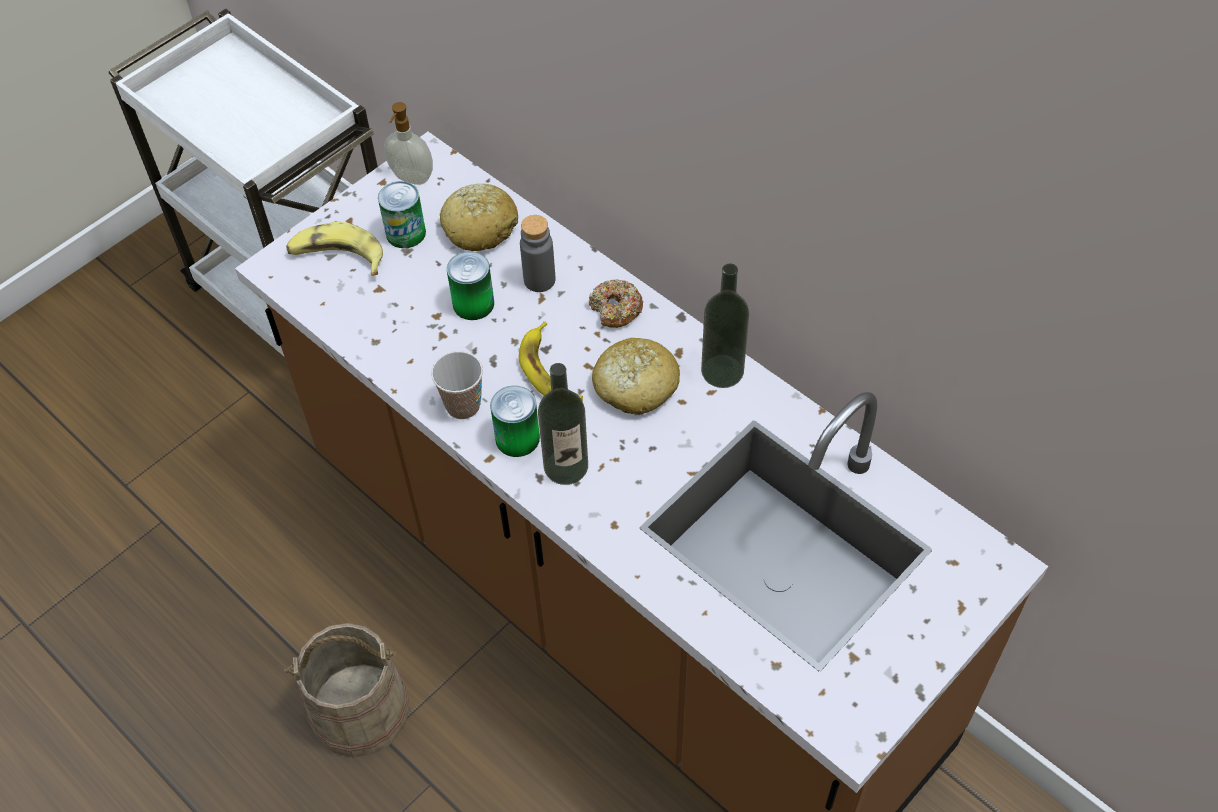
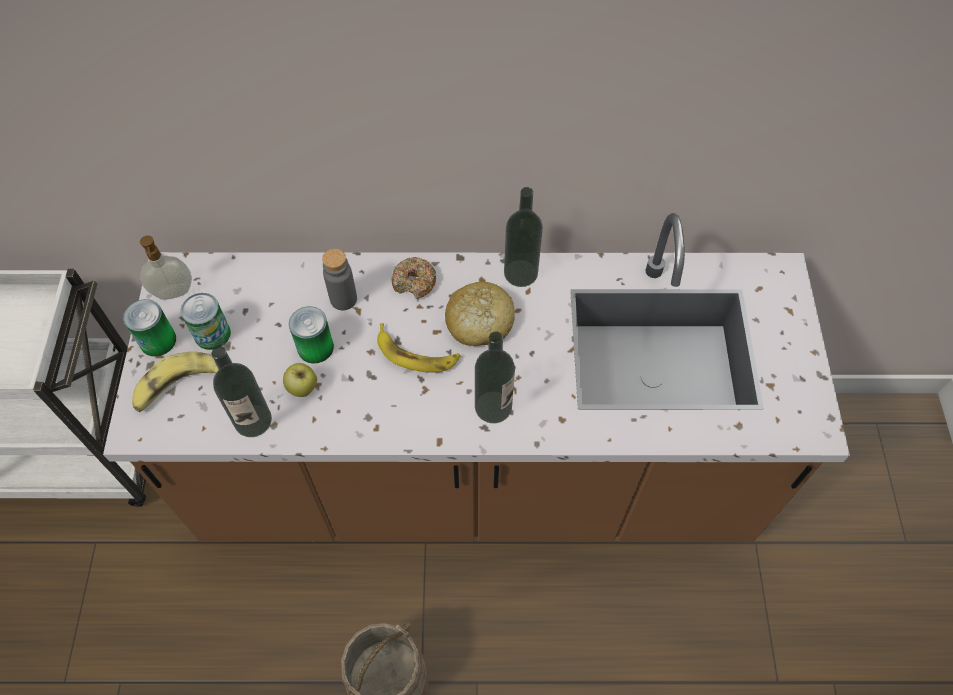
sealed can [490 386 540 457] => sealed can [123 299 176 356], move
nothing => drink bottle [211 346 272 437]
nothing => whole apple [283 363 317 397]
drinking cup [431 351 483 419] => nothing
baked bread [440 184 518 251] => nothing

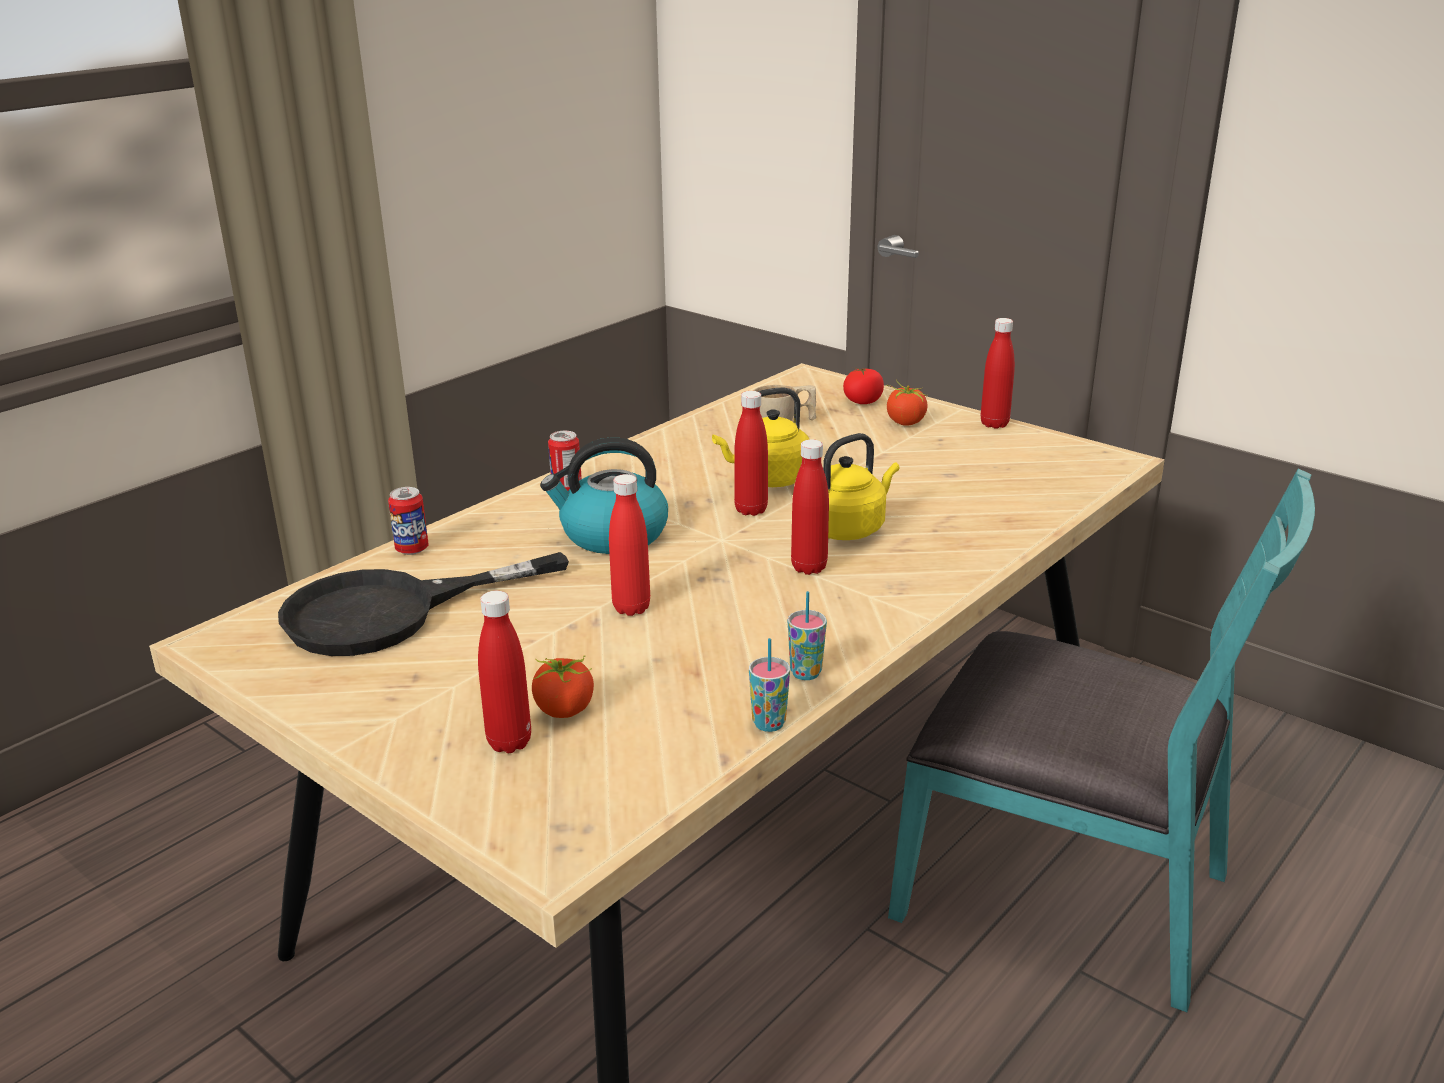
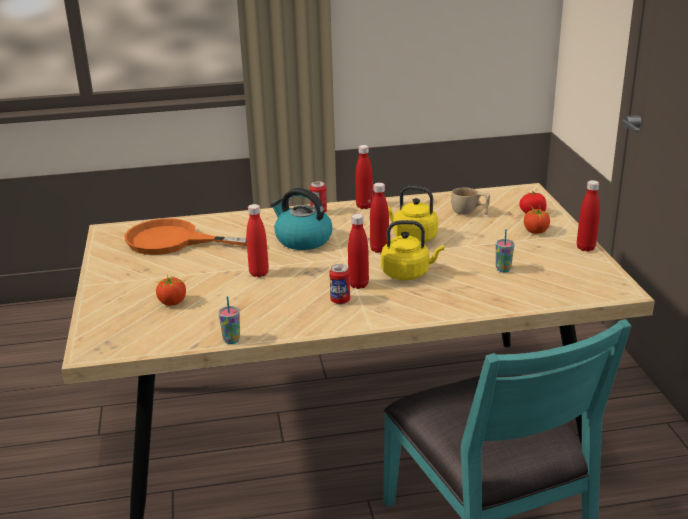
skillet (black) [278 552 569 656] => skillet (orangey) [124 218 247 255]
sealed can [388 487 429 555] => sealed can [329 264 350 304], move
drink bottle (reddish) [478 591 531 753] => drink bottle (reddish) [355 145 373 209], move
drinking cup [788 591 827 680] => drinking cup [496 229 514 273], move

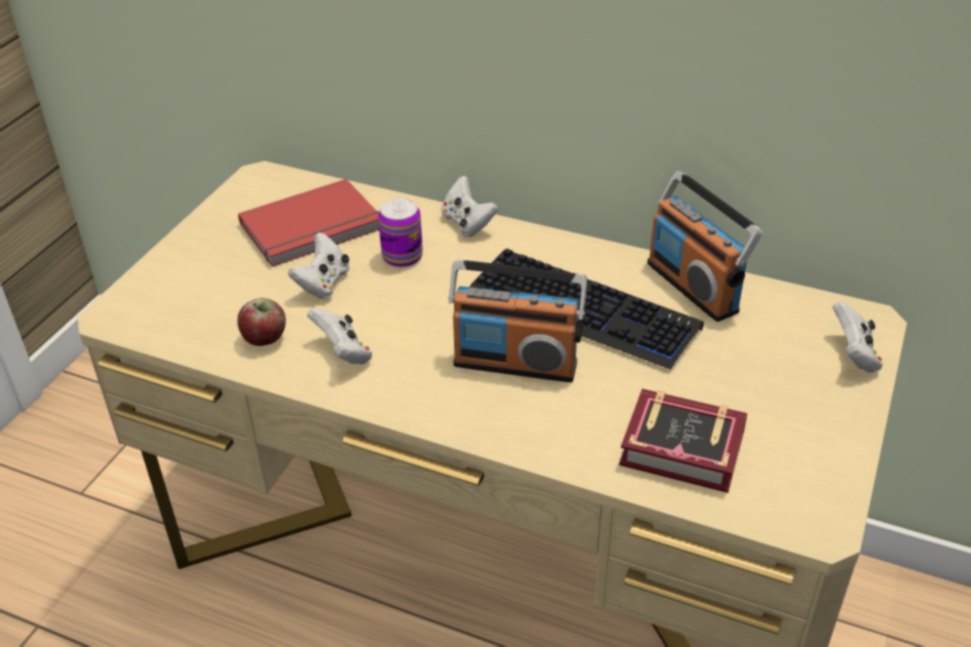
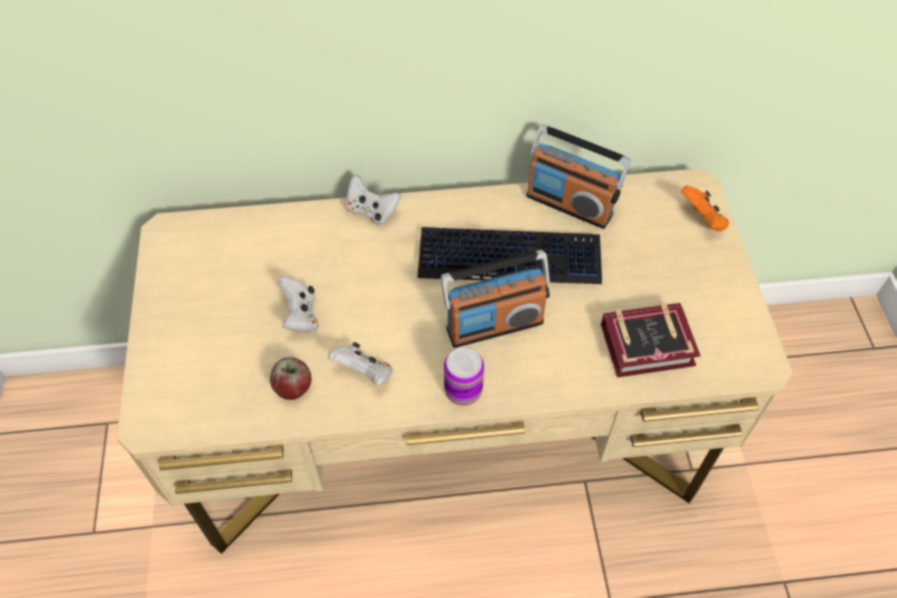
sealed can [378 198 423 268] => sealed can [444 347 484 405], move
joypad (white) [832 301 883 373] => joypad (orangey) [681 186 729 231]
bound book (reddish) [238 179 379 267] => nothing

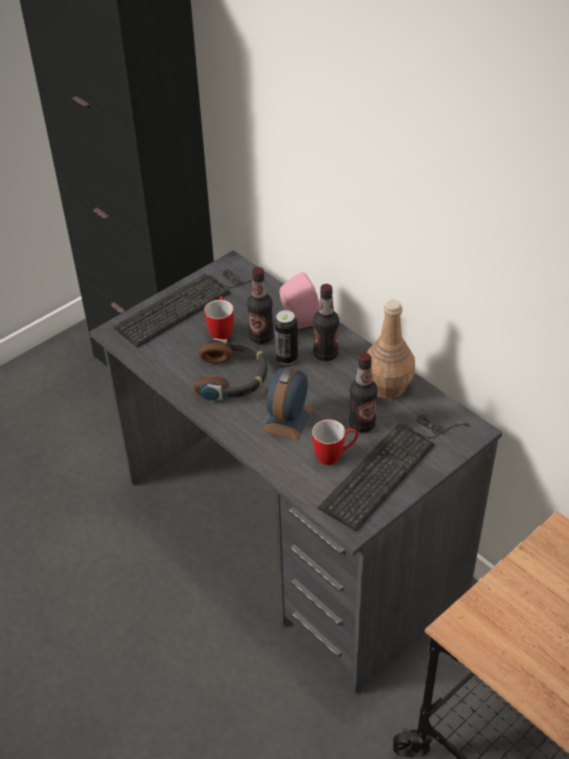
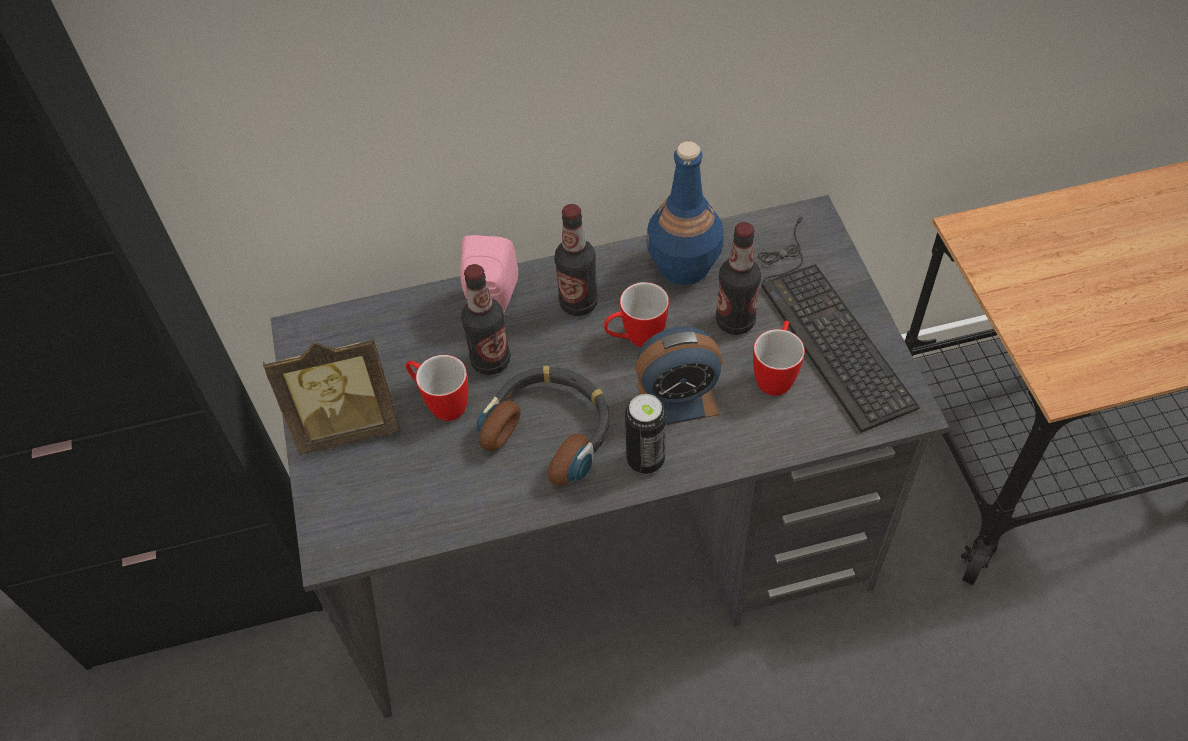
keyboard [114 270 266 348] => photo frame [263 337 401 455]
nothing => mug [604 282 669 347]
sealed can [274 310 298 365] => sealed can [625 394 666 474], move
table clock [263 367 313 440] => table clock [635 326 722 425], 60 degrees counterclockwise
drink bottle (brownish) [366 300 415 399] => drink bottle (bluish) [646 141 724 285]

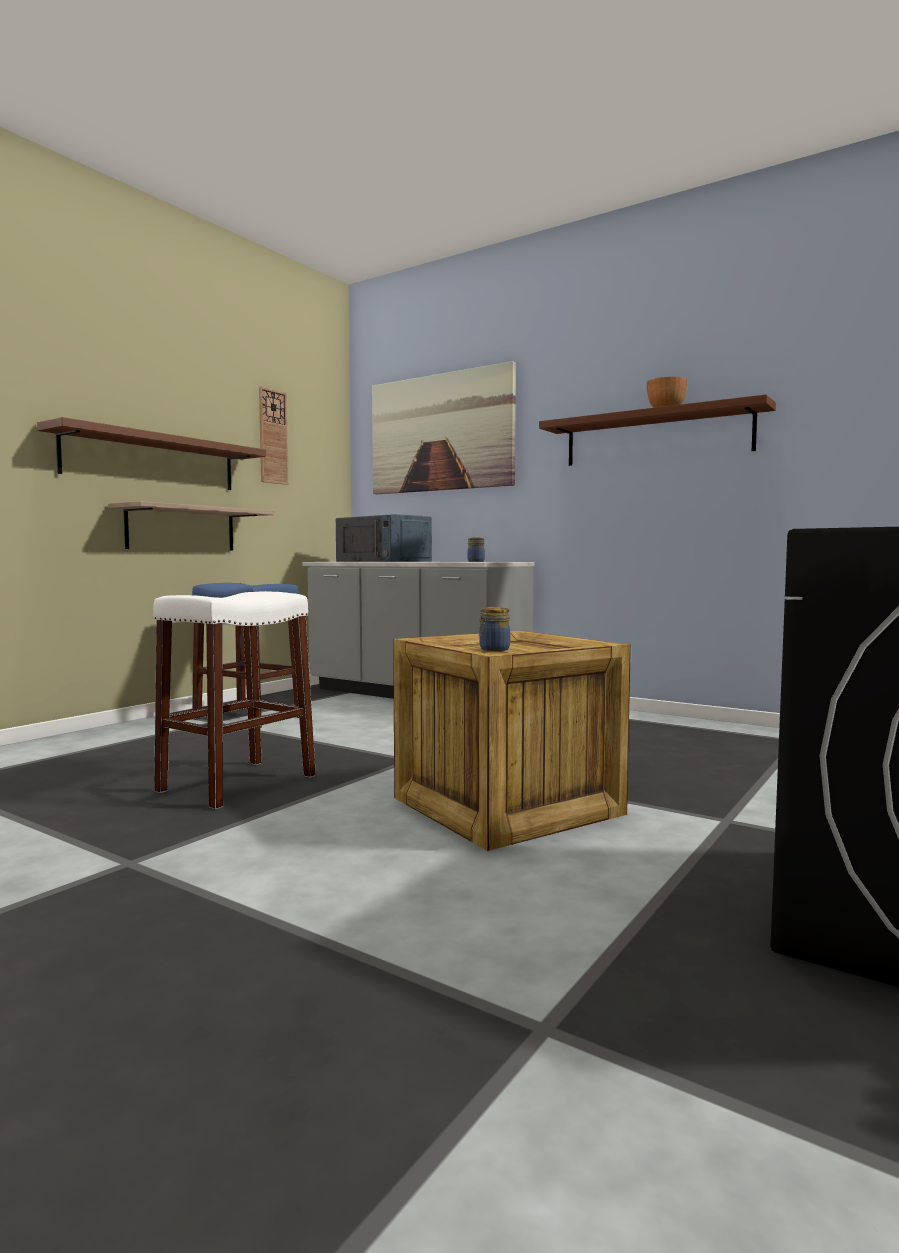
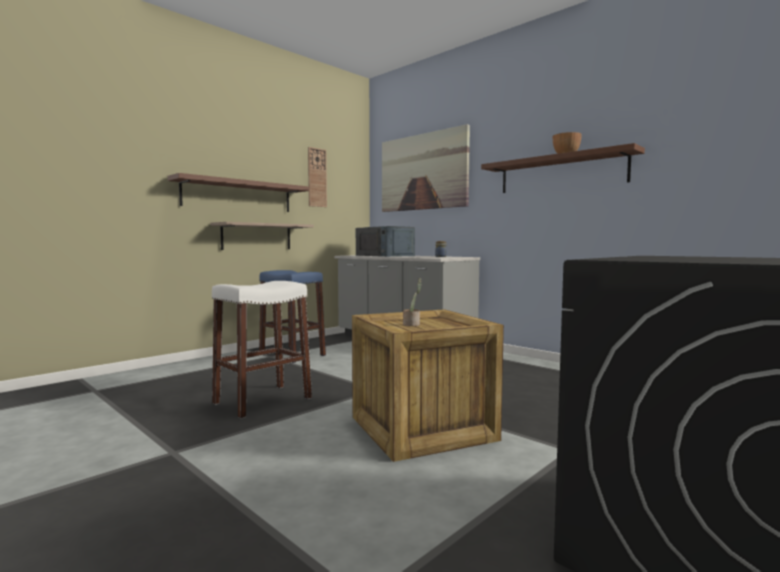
storage jar [479 607 510 651] => plant in a pot [403 278 422 326]

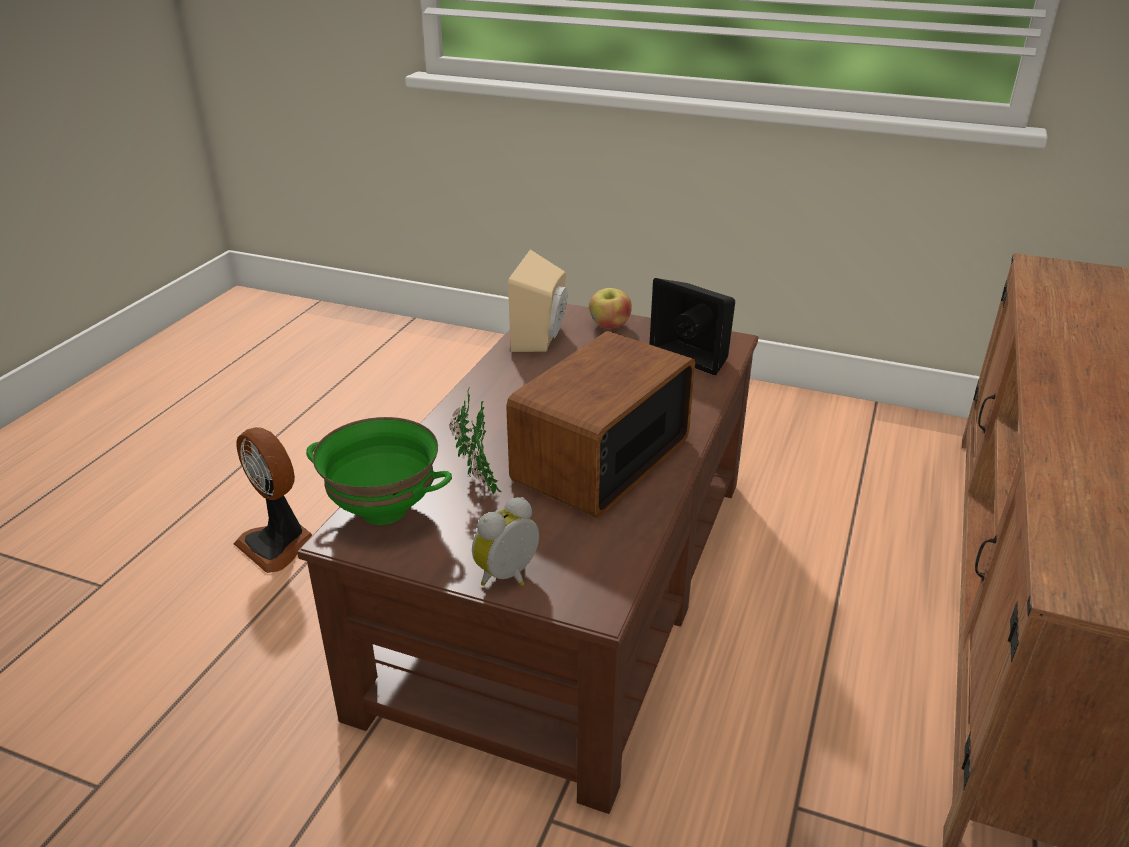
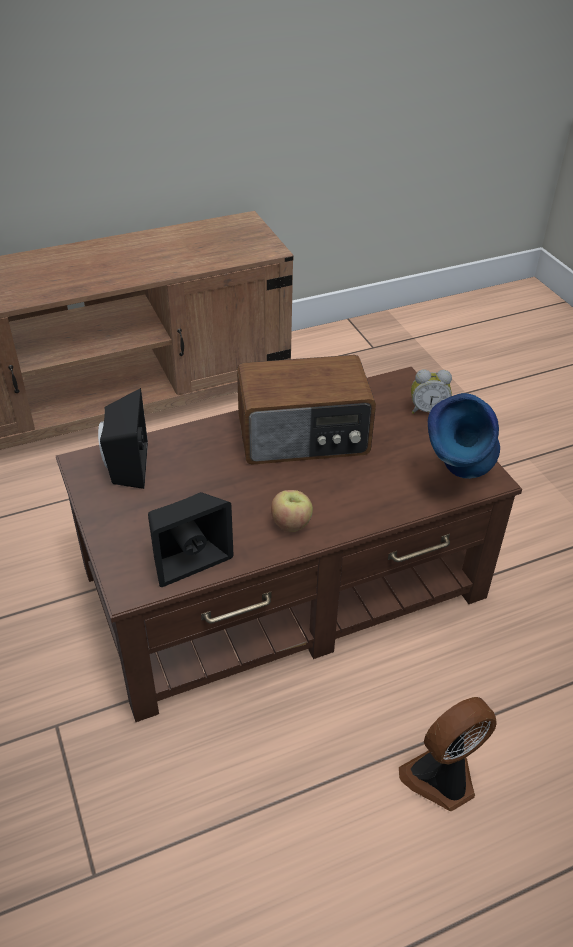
audio speaker (beige-coloured) [508 250 568 352] => audio speaker (black) [148 492 234 587]
whole apple [589 288 632 329] => whole apple [271 490 313 532], move
fan [234 427 312 573] => fan [399 697 497 811], 120 degrees counterclockwise
deep dish (greenish) [306 417 452 525] => vase (bluish) [428 393 500 479]
plant in a pot [449 387 502 494] => nothing

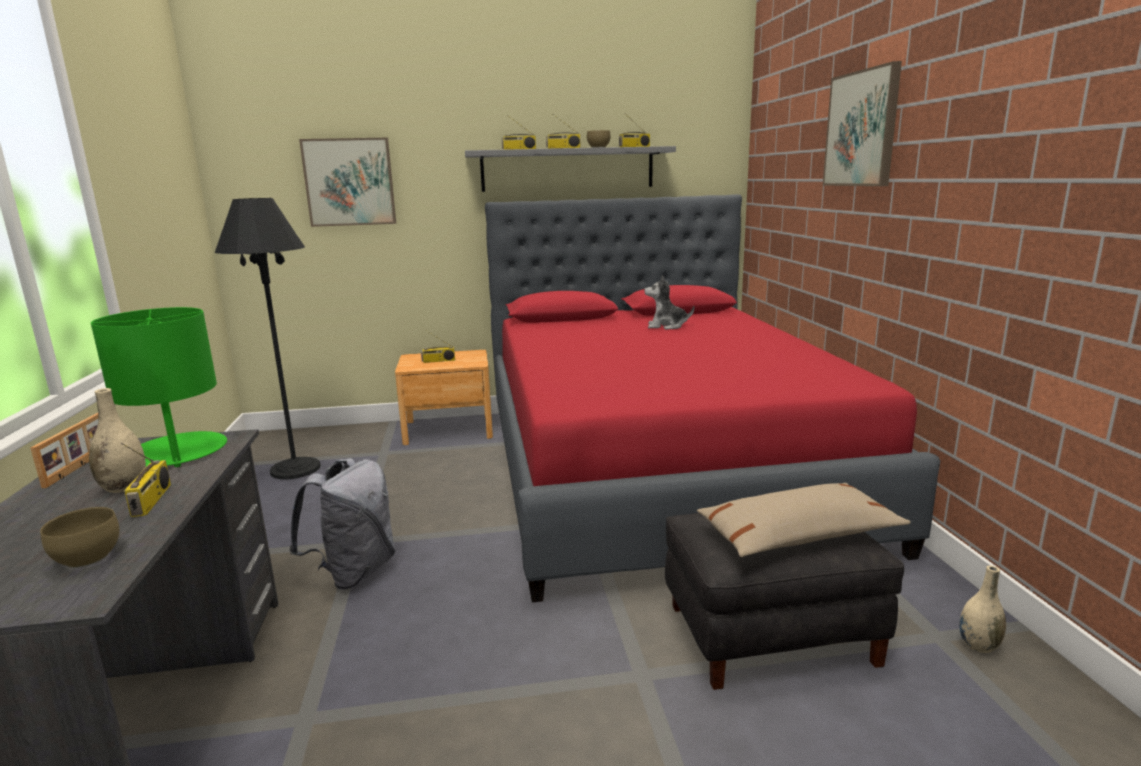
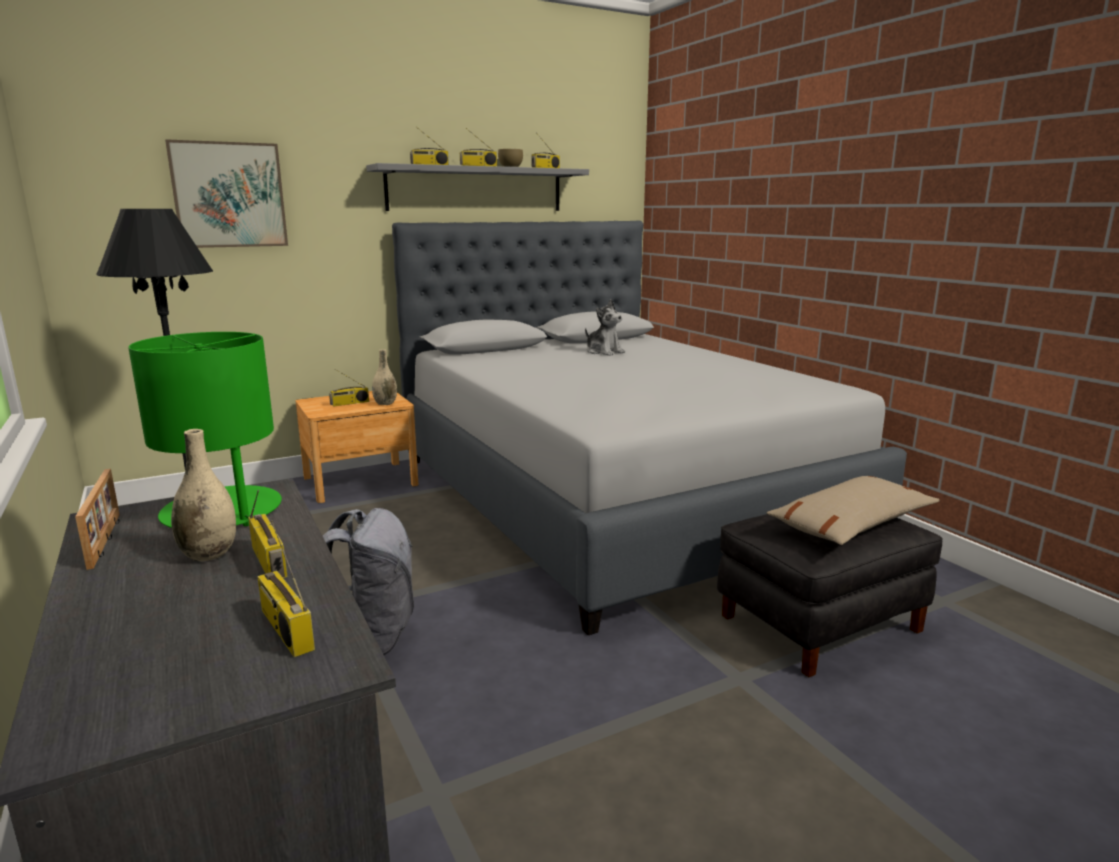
deep dish (brownish) [40 507 119 568] => radio set [257 520 315 657]
vase (beige-coloured) [959 565 1006 653] => vase (beige-coloured) [372 350 397 405], move
sleeping bed (reddish) [485 194 940 603] => sleeping bed (greyish) [392 221 907 635]
plush toy [644 275 694 330] => plush toy [585 299 625 356], 120 degrees counterclockwise
wall art [823 61 902 186] => nothing

